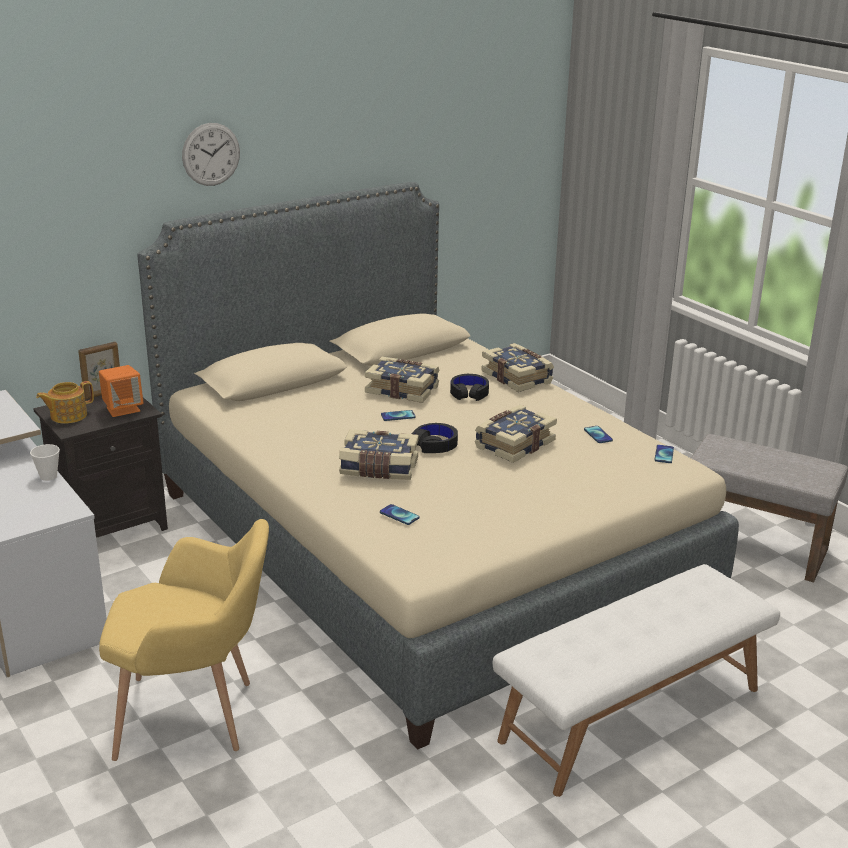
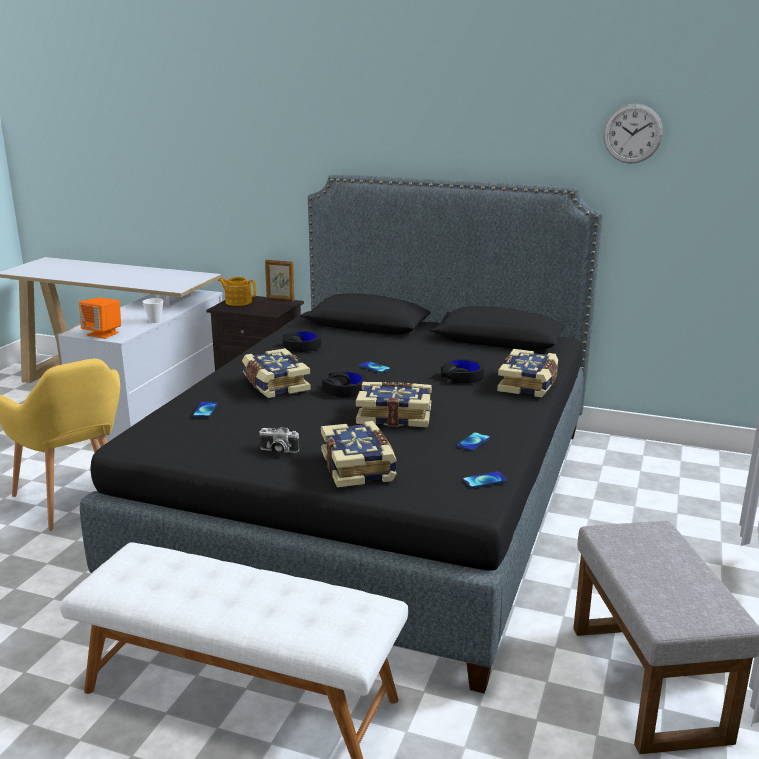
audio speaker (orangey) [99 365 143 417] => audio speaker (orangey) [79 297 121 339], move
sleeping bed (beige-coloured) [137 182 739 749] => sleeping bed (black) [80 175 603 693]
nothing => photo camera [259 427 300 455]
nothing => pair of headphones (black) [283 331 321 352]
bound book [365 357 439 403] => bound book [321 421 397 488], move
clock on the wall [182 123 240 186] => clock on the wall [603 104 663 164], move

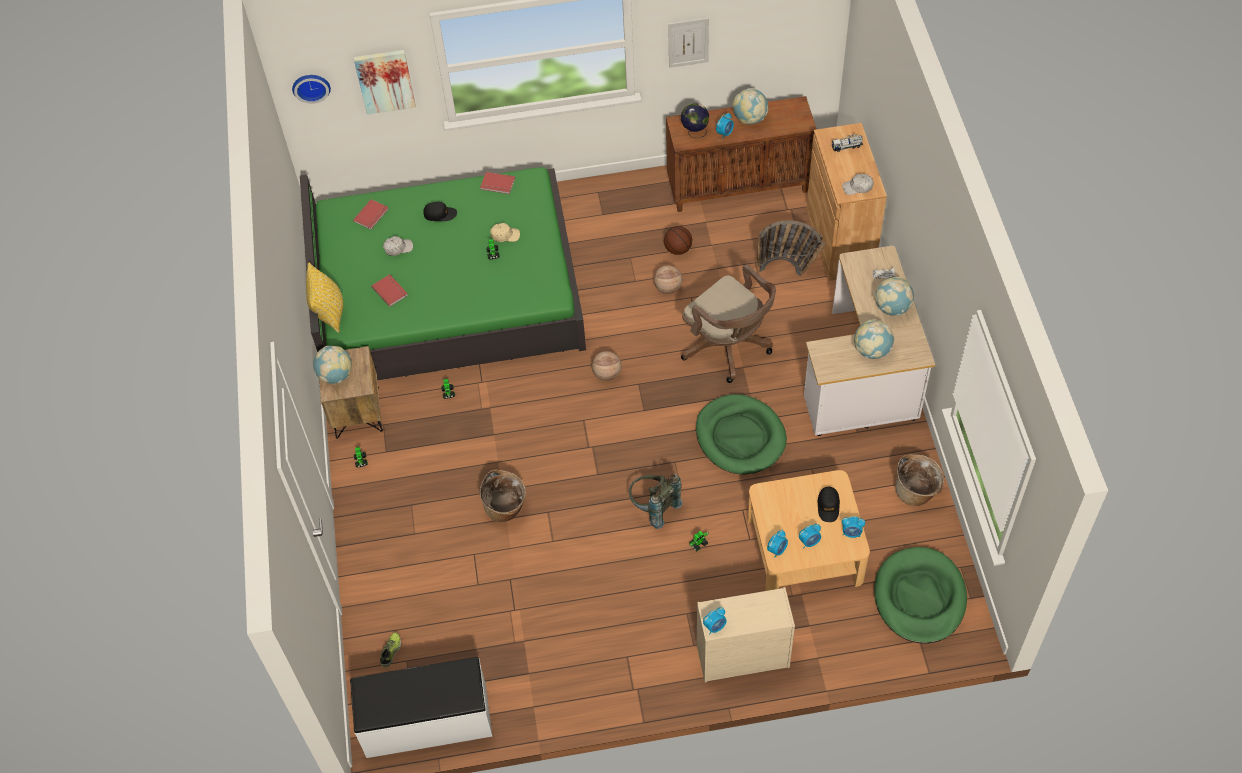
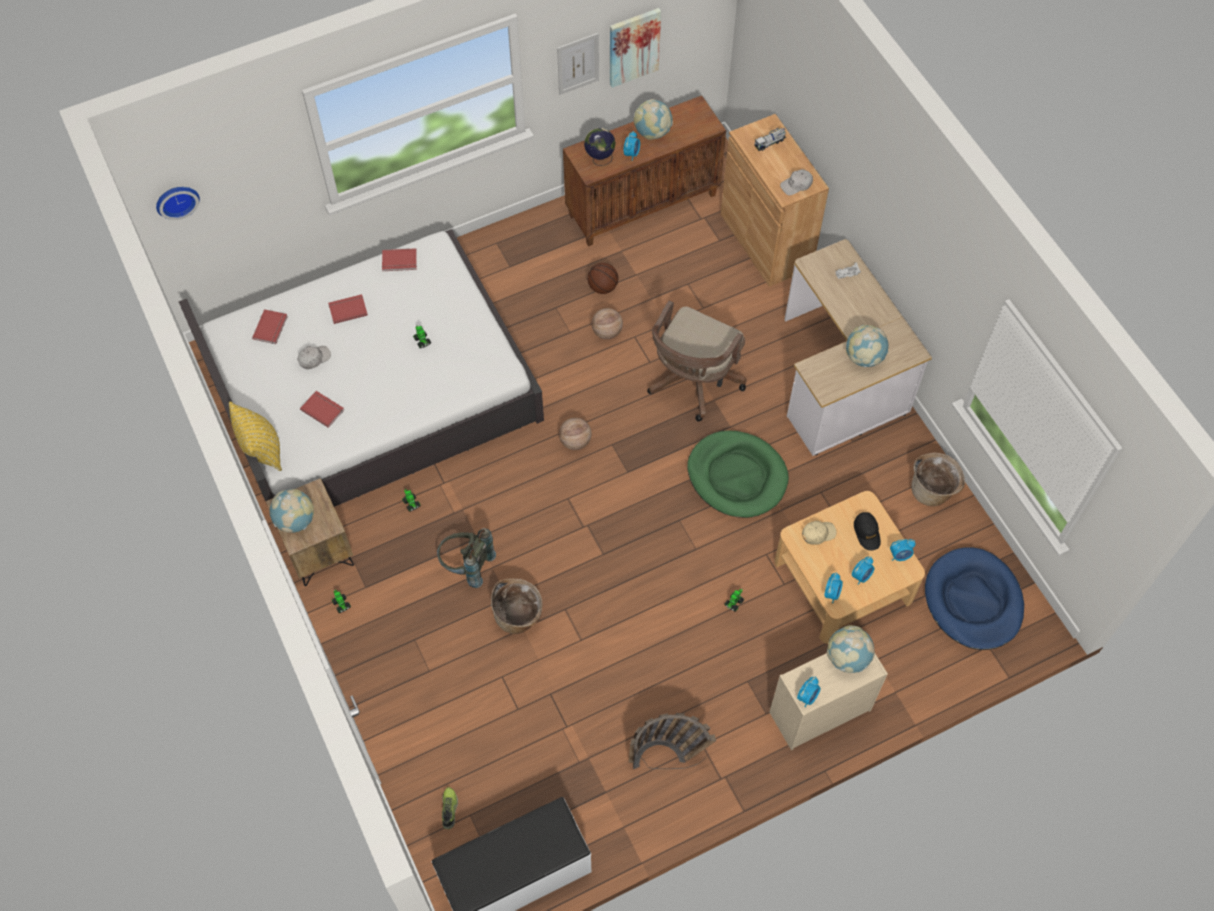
sleeping bed (greenish) [300 167 586 380] => sleeping bed (white) [179 229 544 507]
cap (black) [423 202 457 221] => bound book (reddish) [328 294 368 324]
knapsack (greyish) [629 474 683 529] => knapsack (greyish) [437 528 496 588], move
wall art [354 50 416 115] => wall art [610 8 661 88], move
basket [757 220 825 276] => basket [629 713 716 769], move
computer chair (brownish) [681 264 776 383] => computer chair (brownish) [647 301 747 421], 90 degrees clockwise
cap (beige-coloured) [490 223 520 242] => cap (beige-coloured) [802 521 837 545], move
desk globe [874 277 914 316] => desk globe [827 625 875 673], move
dog bed (greenish) [874 547 967 644] => dog bed (bluish) [925 547 1024 650]

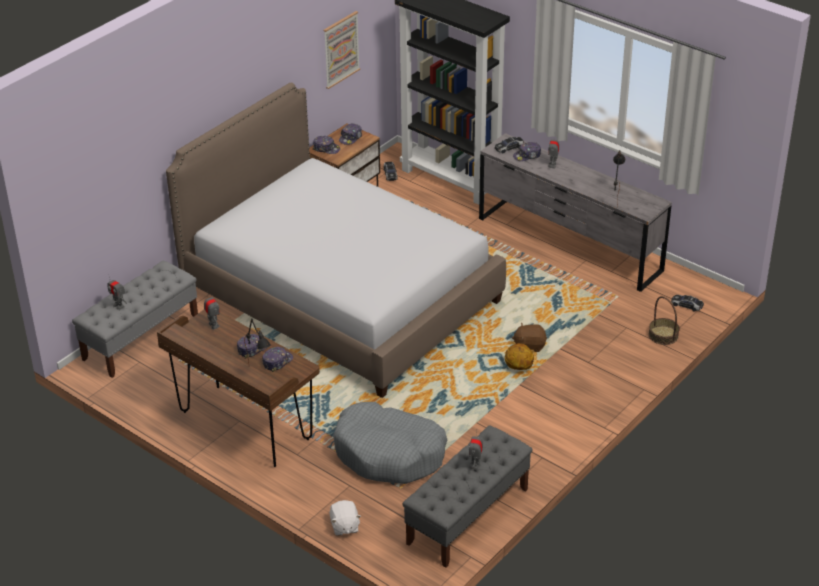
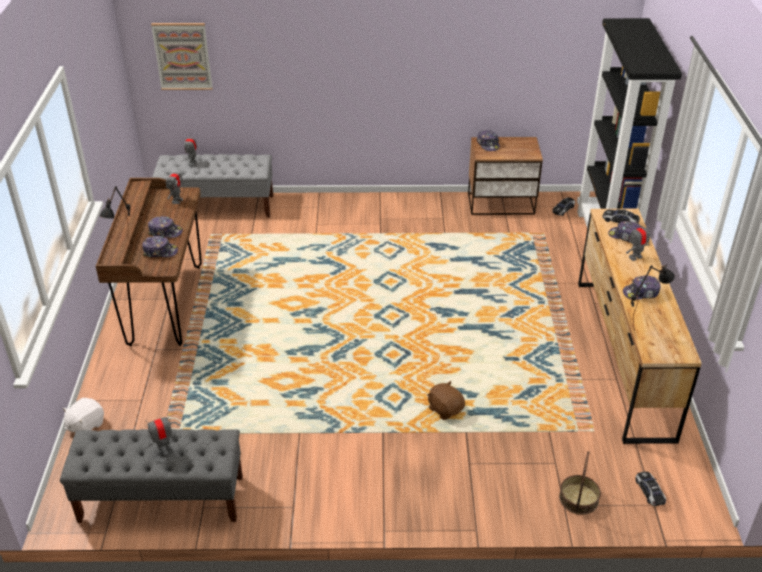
wall art [323 11 360 89] => wall art [151 23 213 90], move
dresser (greyish) [479 133 672 292] => dresser (brownish) [578 209 702 444]
cap [339 123 362 145] => cap [623 275 661 300], move
sleeping bed [166 82 506 398] => nothing
dog bed (greyish) [333 402 447 484] => nothing
basketball [505 343 534 370] => nothing

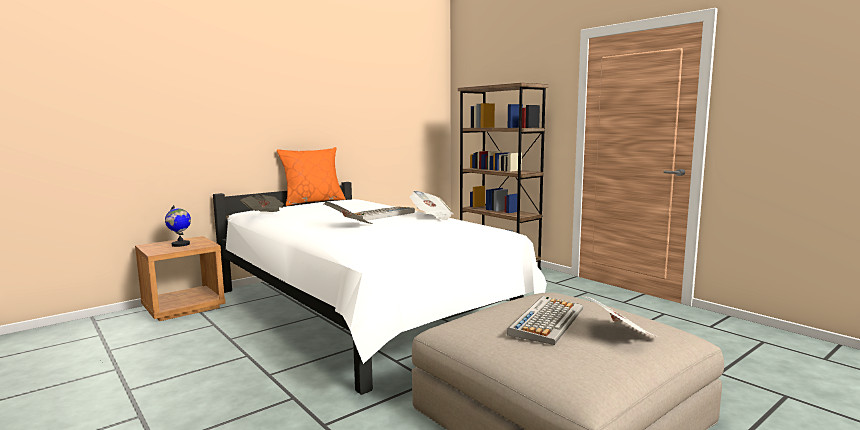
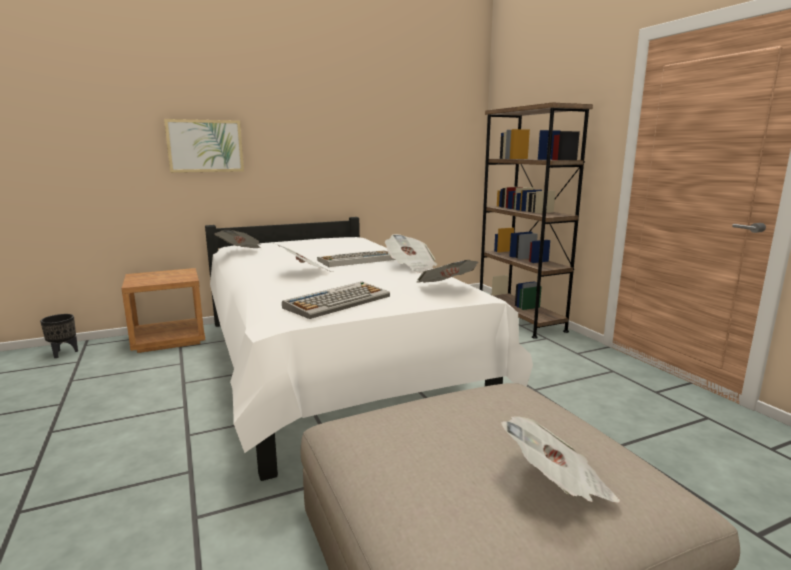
nothing => plant pot (black) [40 314 78 358]
nothing => wall art [164 119 244 173]
keyboard [507 296 583 345] => keyboard [282 282 390 319], move
nothing => newspaper [417 260 479 283]
desk globe [165 205 191 247] => nothing
cushion (orangey) [277 147 346 206] => nothing

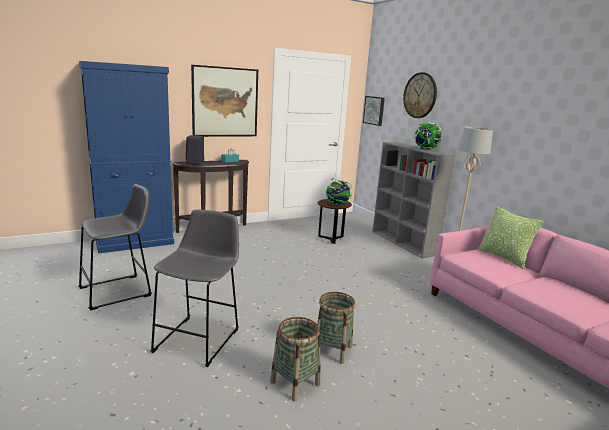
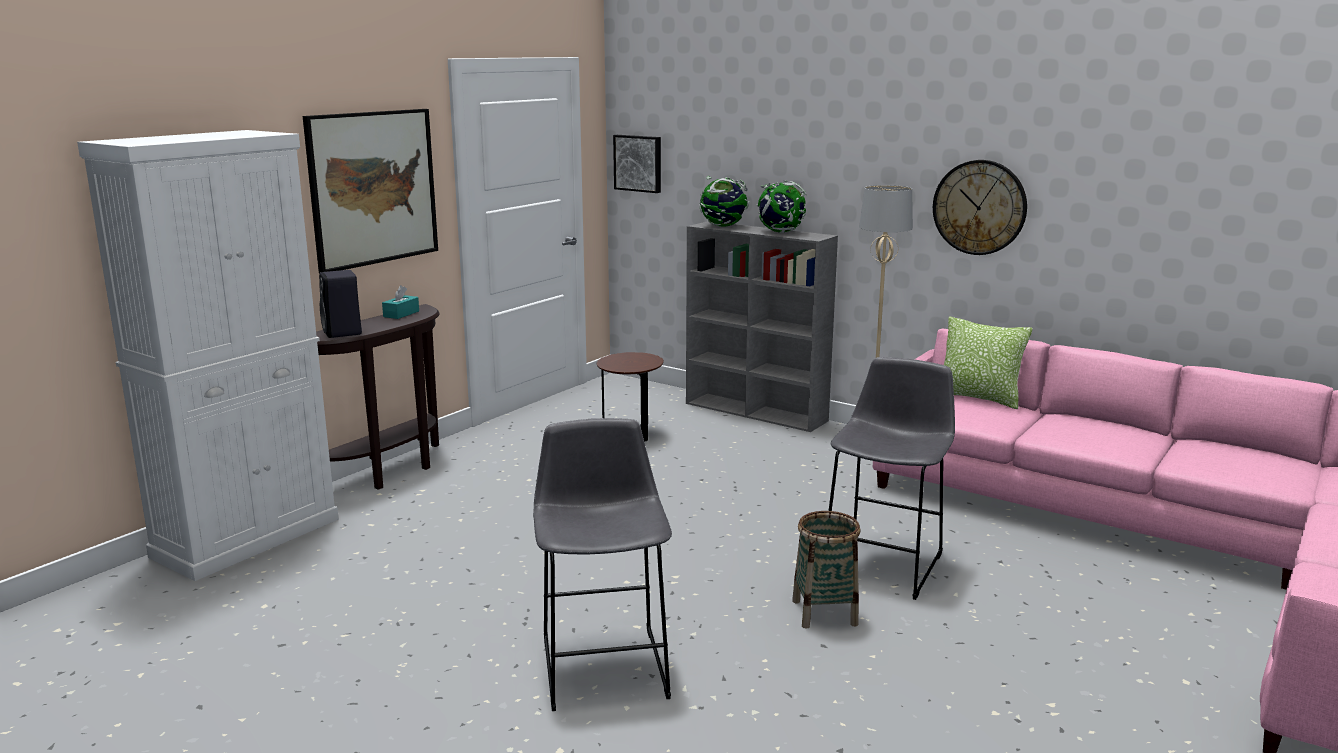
cupboard (bluish) [79 61 174 253] => cupboard (white) [77 130 339 581]
desk globe [325 178 352 206] => desk globe [700 176 750 227], move
stool (greyish) [78 184 152 310] => stool (greyish) [829 357 955 600], move
clock on the wall [403 72 437 118] => clock on the wall [933 160 1027 255], move
basket [270 317 321 401] => nothing

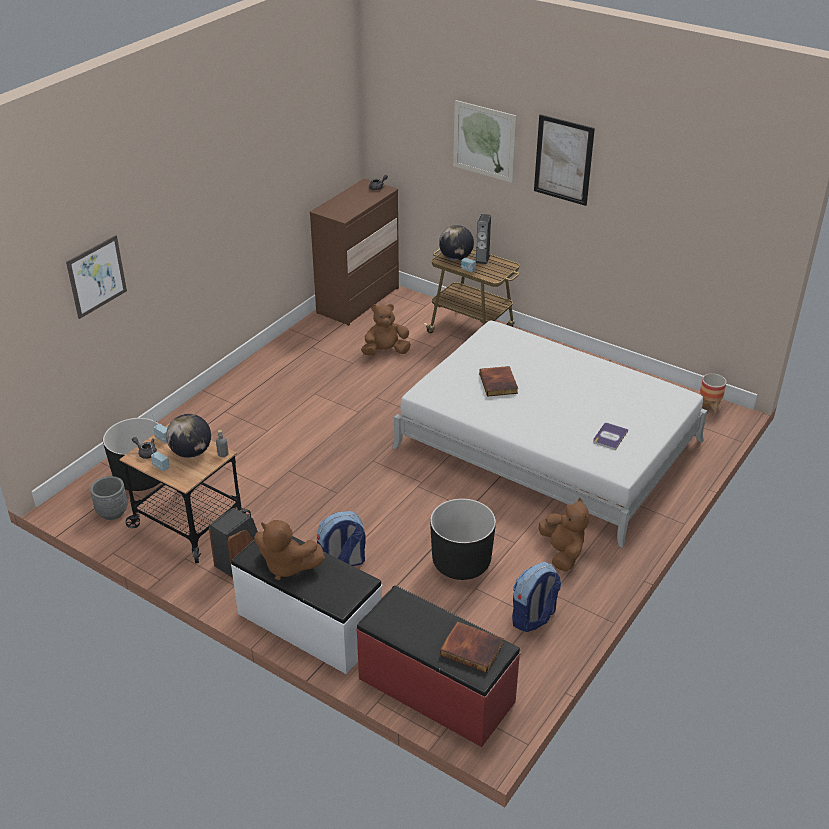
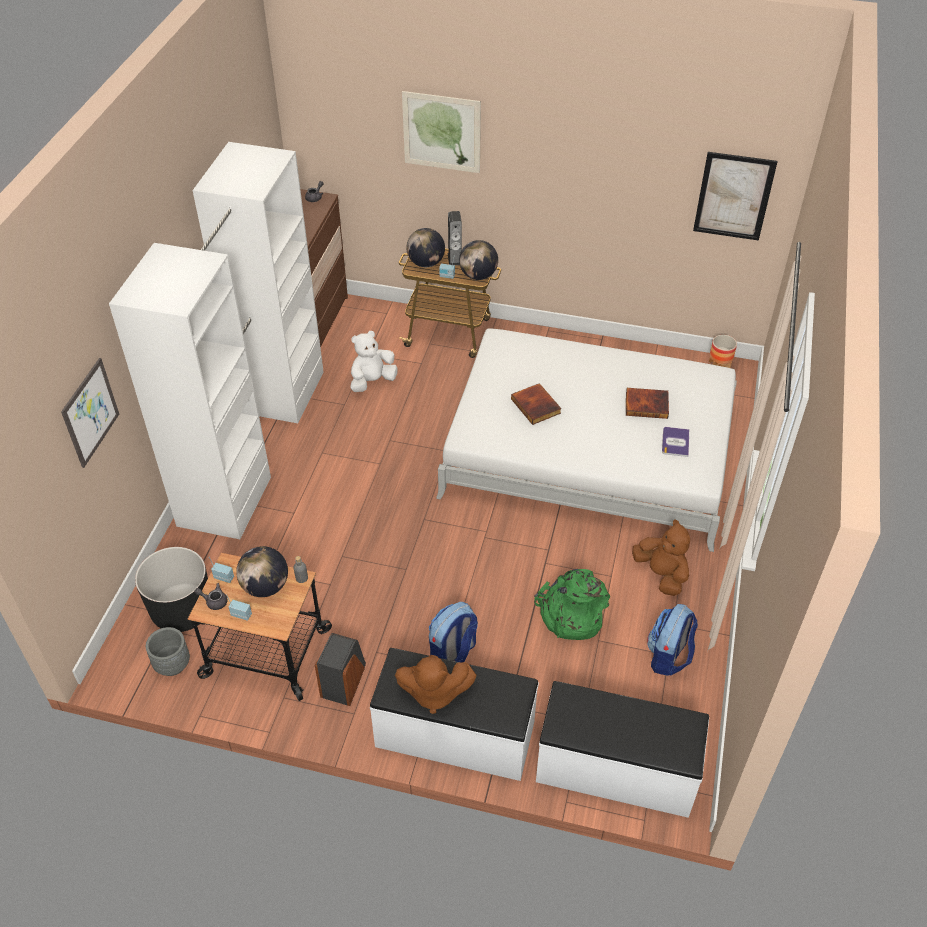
nothing => clothes cupboard (white) [109 142 324 539]
plush toy (brownish) [361 304 411 356] => plush toy (white) [350 331 398 392]
nothing => desk globe [459 240 498 280]
plant pot (black) [430 499 496 580] => knapsack (greenish) [534 569 610 640]
bench (reddish) [356 586 521 747] => bench (white) [536 681 709 818]
bound book [440 622 504 673] => bound book [626 388 669 419], move
wall art [534 114 595 206] => wall art [693 152 778 241], move

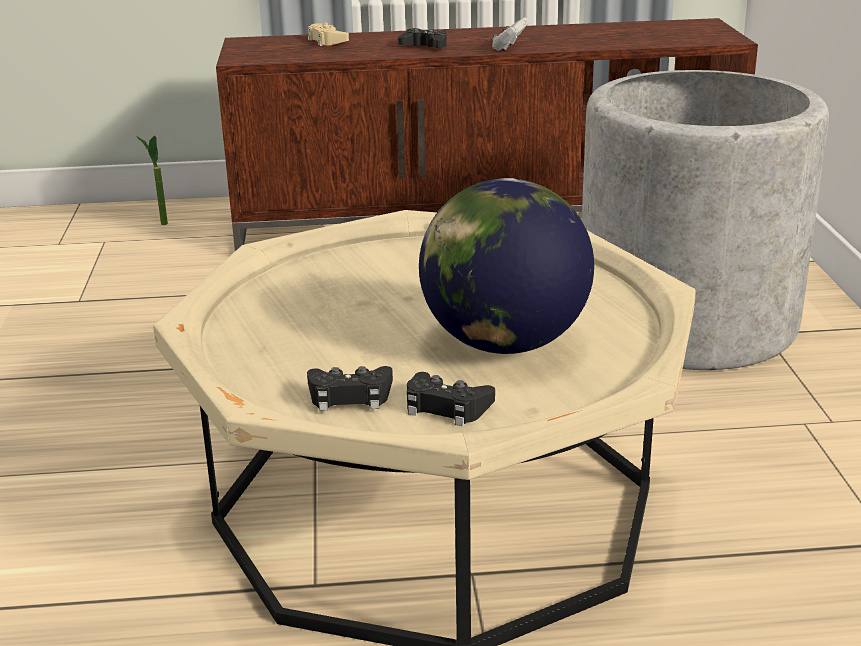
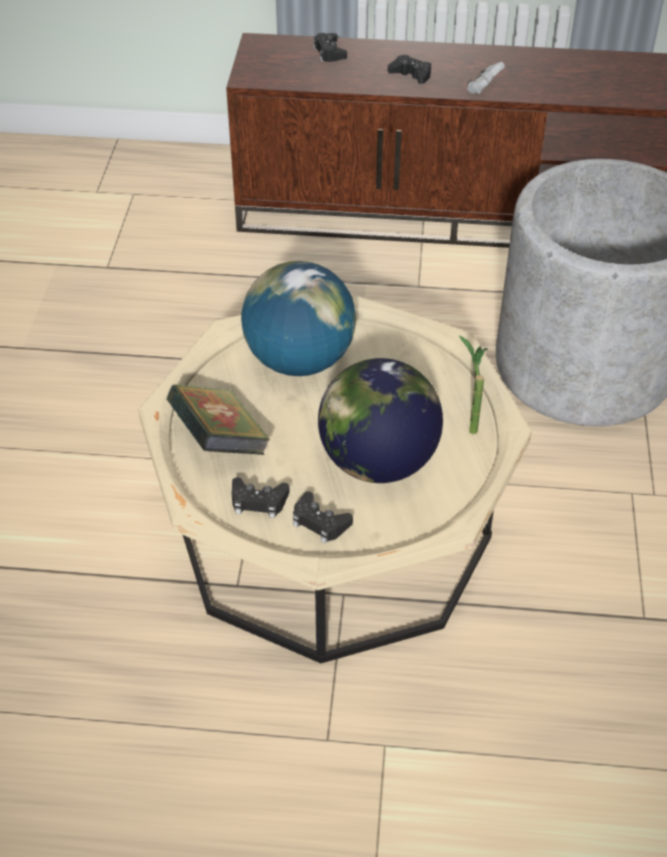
nothing => bound book [166 384 271 455]
nothing => desk globe [241 261 356 376]
joypad (beige-coloured) [308 23 349 46] => joypad (black) [313 33 347 62]
plant in a pot [136 135 168 225] => plant in a pot [459 336 488 434], move

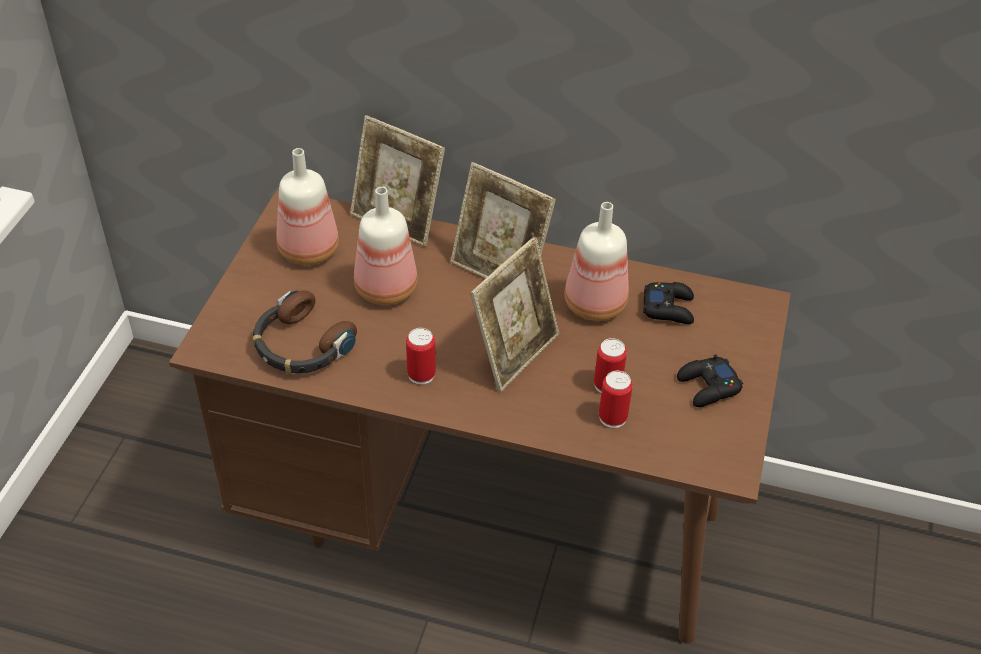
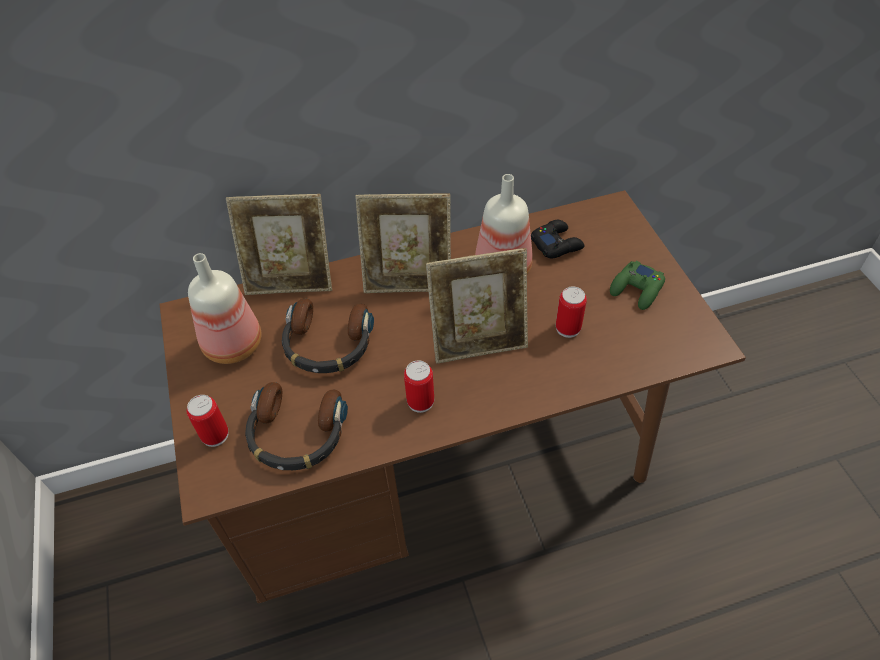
sealed can [599 371 633 428] => sealed can [187 395 229 447], move
drink bottle [354 187 417 305] => pair of headphones [282 298 374 373]
photo frame [470 237 559 392] => photo frame [426 248 528 364], 75 degrees clockwise
joypad (black) [677 354 743 407] => joypad (greenish) [610 261 665 310]

